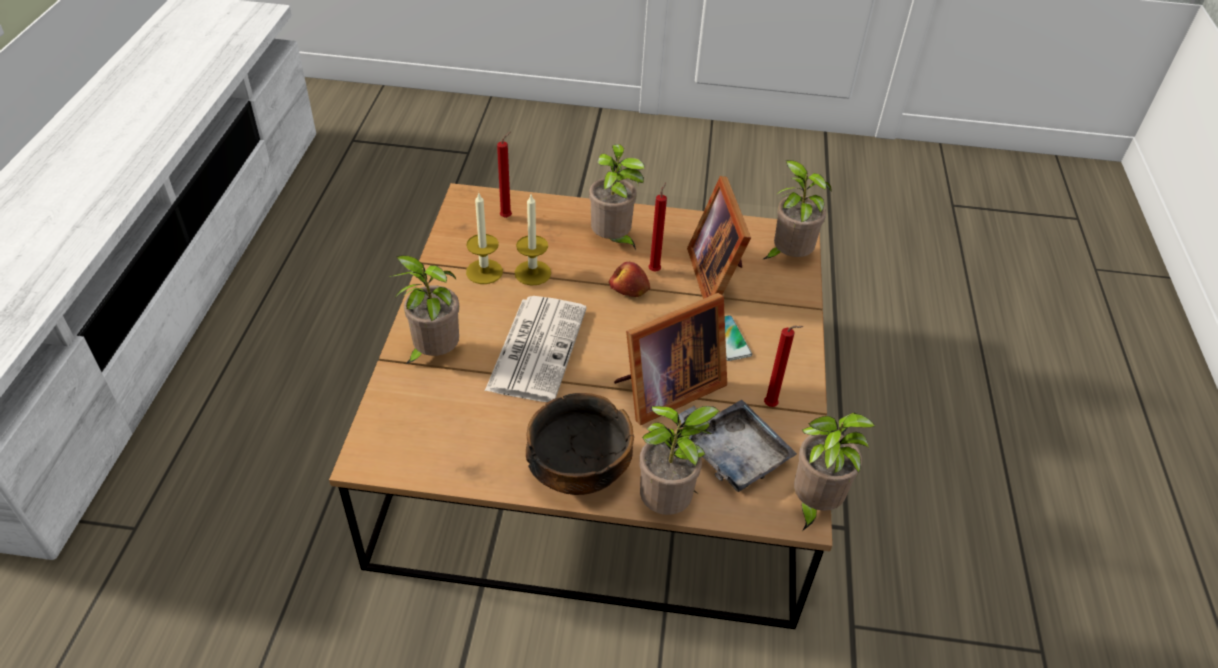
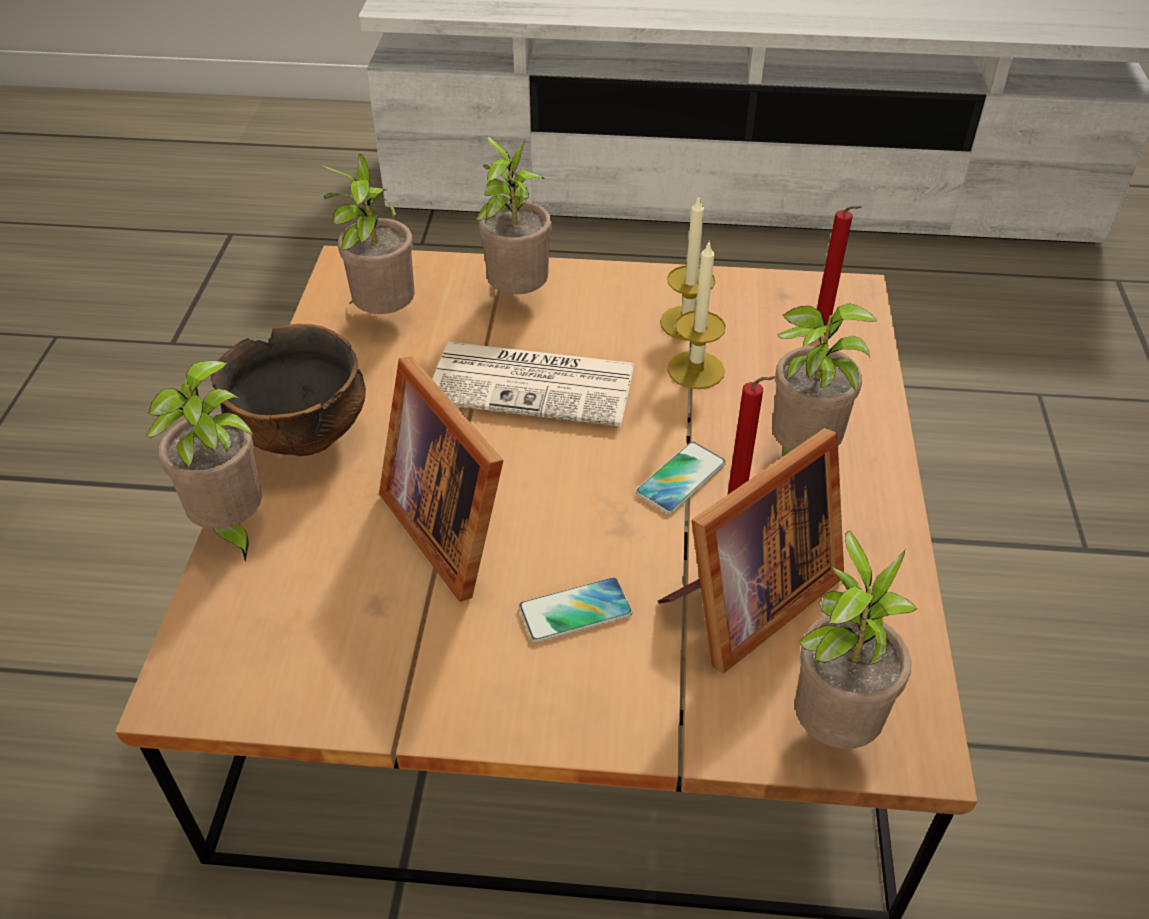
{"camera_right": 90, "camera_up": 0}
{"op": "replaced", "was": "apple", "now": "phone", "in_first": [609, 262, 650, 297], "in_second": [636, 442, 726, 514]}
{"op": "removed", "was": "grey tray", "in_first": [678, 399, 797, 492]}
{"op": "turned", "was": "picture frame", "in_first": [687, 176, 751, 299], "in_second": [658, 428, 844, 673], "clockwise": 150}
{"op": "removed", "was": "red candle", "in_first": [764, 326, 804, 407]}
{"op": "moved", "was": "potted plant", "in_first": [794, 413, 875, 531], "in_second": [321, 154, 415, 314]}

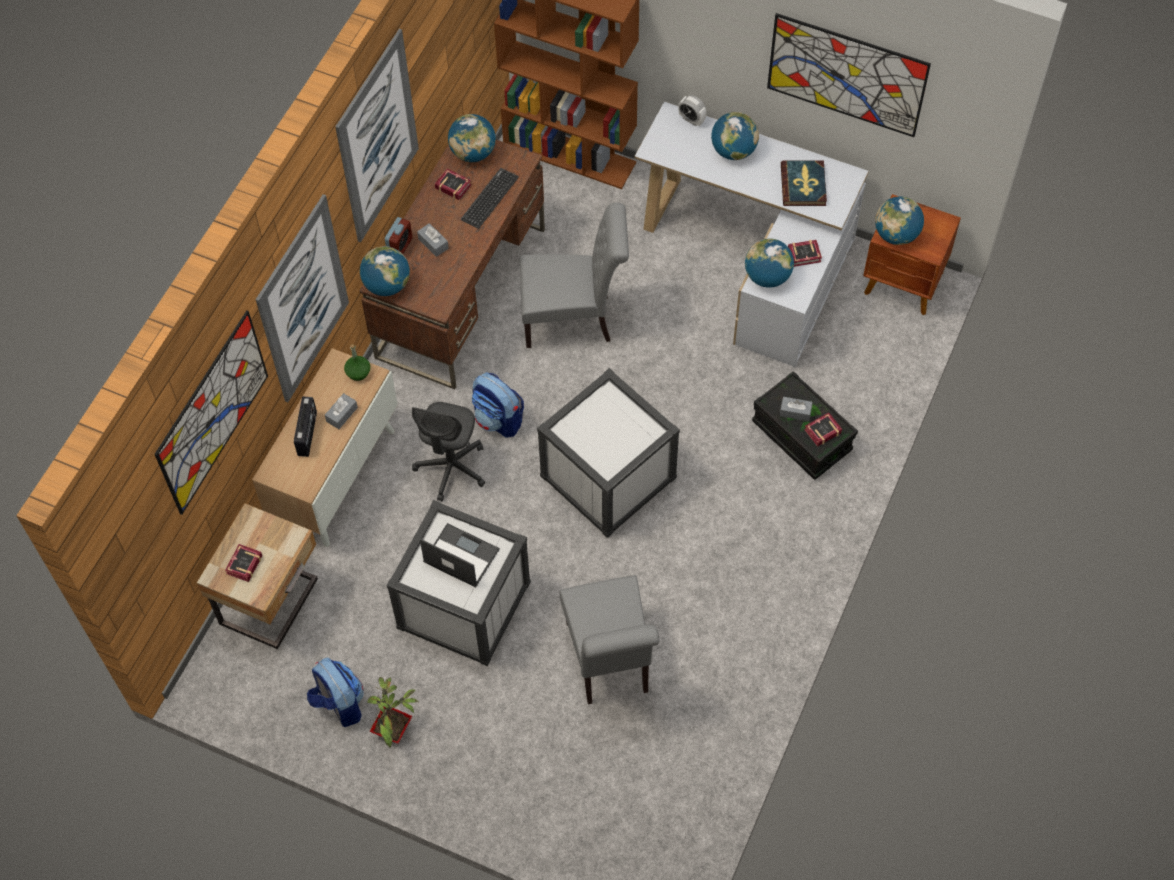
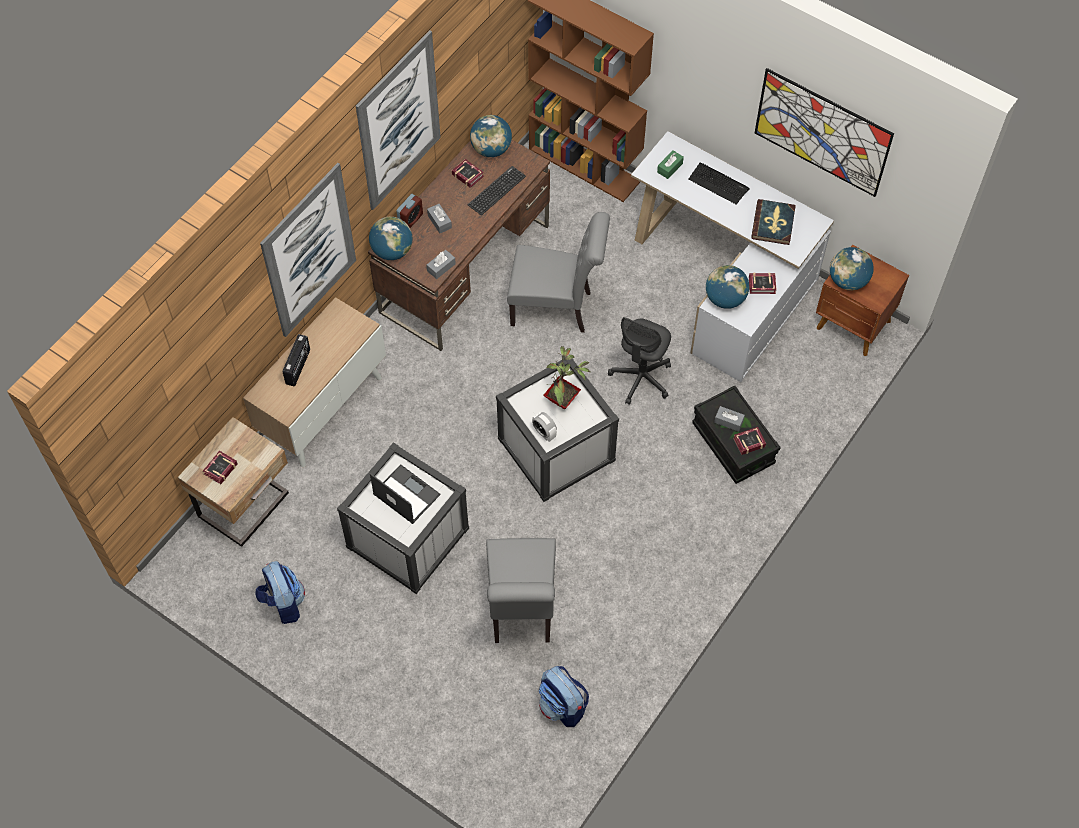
{"camera_right": 10, "camera_up": 0}
{"op": "removed", "was": "picture", "in_first": [154, 310, 268, 515]}
{"op": "moved", "was": "grey tissue box", "in_first": [325, 393, 358, 429], "in_second": [427, 250, 456, 279]}
{"op": "removed", "was": "green bottle", "in_first": [344, 345, 370, 381]}
{"op": "moved", "was": "potted plant", "in_first": [367, 677, 419, 748], "in_second": [543, 346, 591, 409]}
{"op": "moved", "was": "grey office chair", "in_first": [412, 402, 485, 501], "in_second": [608, 317, 671, 405]}
{"op": "moved", "was": "backpack", "in_first": [472, 372, 524, 438], "in_second": [539, 666, 589, 727]}
{"op": "moved", "was": "alarm clock", "in_first": [678, 95, 706, 126], "in_second": [532, 412, 557, 442]}
{"op": "replaced", "was": "globe", "now": "keyboard", "in_first": [711, 112, 759, 160], "in_second": [688, 163, 750, 205]}
{"op": "added", "now": "green tissue box", "in_second": [657, 150, 684, 179]}

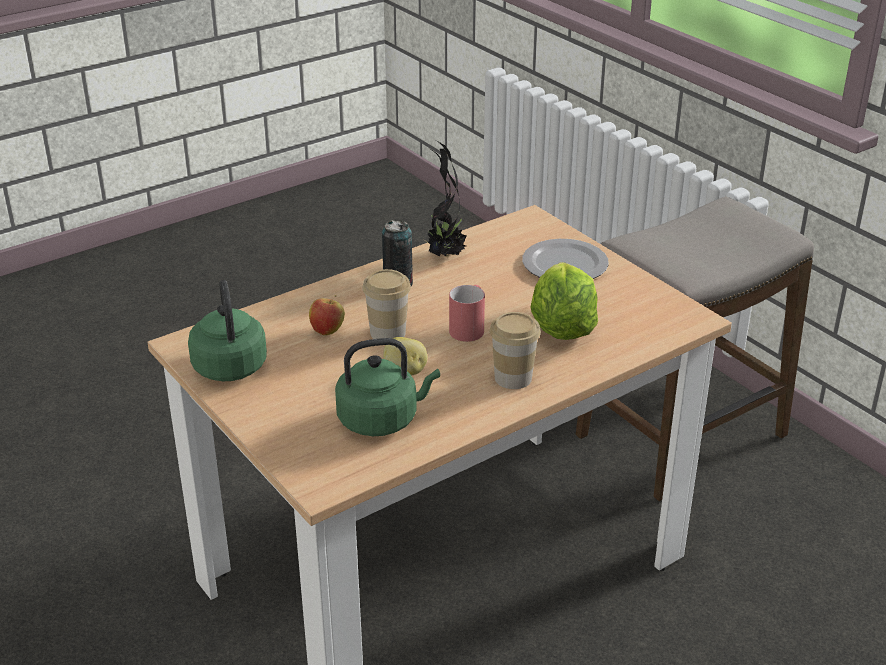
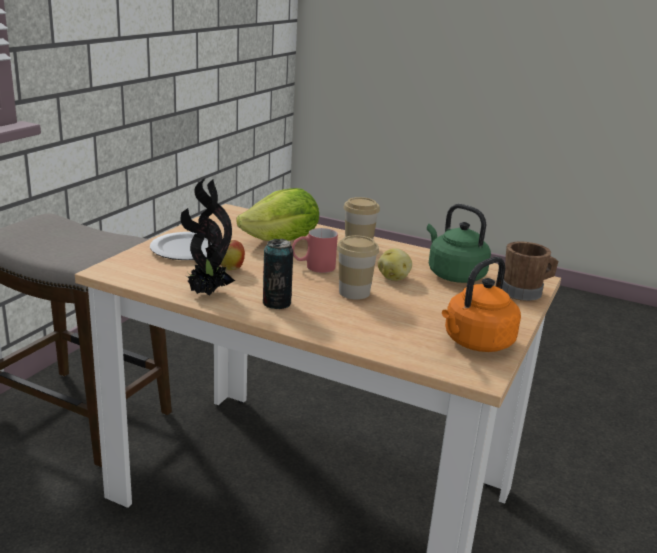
{"camera_right": -120, "camera_up": -10}
{"op": "recoloured", "was": "green kettle", "now": "orange kettle", "in_first": [188, 280, 267, 381], "in_second": [442, 257, 521, 352]}
{"op": "moved", "was": "apple", "in_first": [309, 295, 345, 335], "in_second": [220, 240, 245, 270]}
{"op": "added", "now": "brown mug", "in_second": [502, 241, 558, 301]}

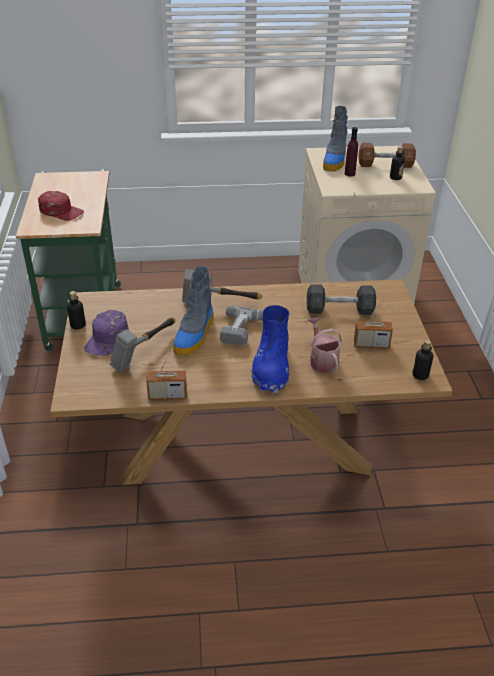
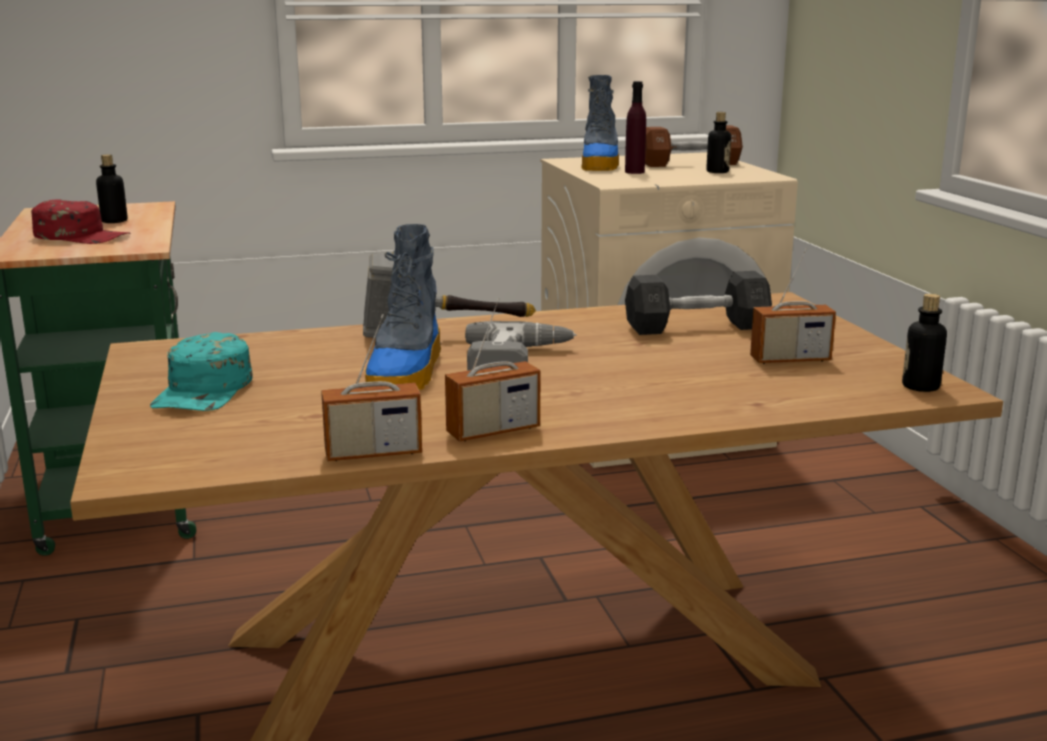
{"camera_right": -10, "camera_up": -20}
{"op": "moved", "was": "bottle", "in_first": [67, 291, 86, 329], "in_second": [96, 154, 127, 223]}
{"op": "recoloured", "was": "purple cap", "now": "turquoise cap", "in_first": [84, 310, 128, 356], "in_second": [150, 332, 253, 411]}
{"op": "removed", "was": "hammer", "in_first": [110, 317, 176, 372]}
{"op": "removed", "was": "blue boot", "in_first": [251, 305, 289, 393]}
{"op": "removed", "was": "watering can", "in_first": [308, 317, 342, 373]}
{"op": "added", "now": "radio", "in_second": [445, 298, 540, 441]}

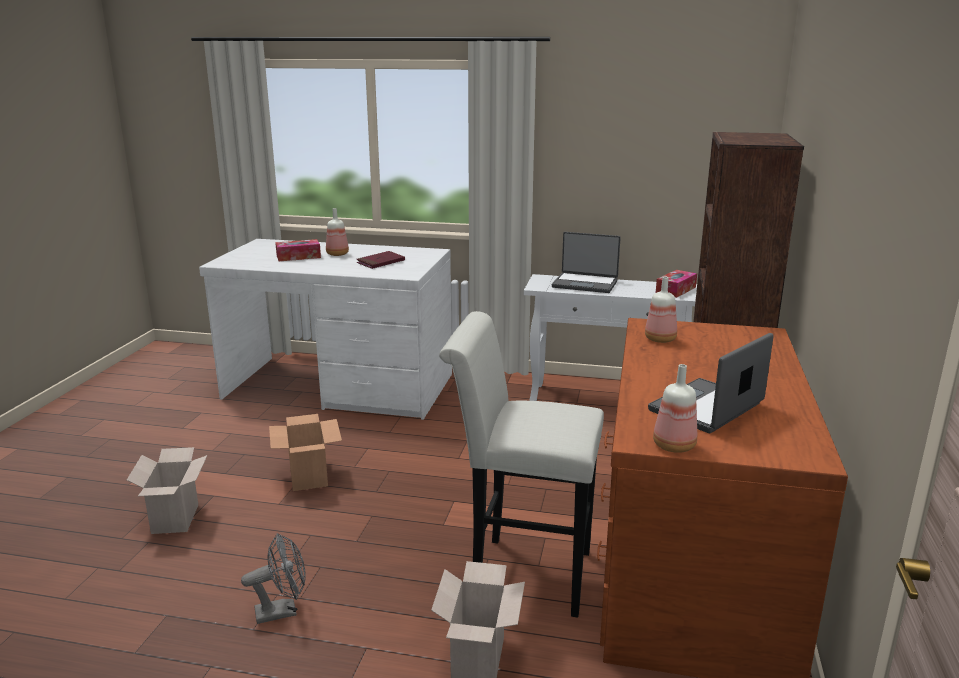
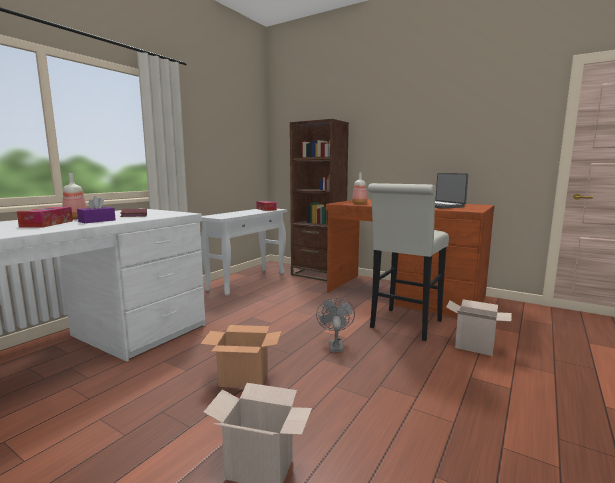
{"camera_right": -70, "camera_up": -10}
{"op": "moved", "was": "grey fan", "in_first": [241, 533, 306, 624], "in_second": [316, 298, 355, 352]}
{"op": "removed", "was": "laptop", "in_first": [552, 232, 621, 293]}
{"op": "removed", "was": "bottle", "in_first": [653, 364, 697, 453]}
{"op": "added", "now": "purple tissue box", "in_second": [77, 196, 116, 223]}

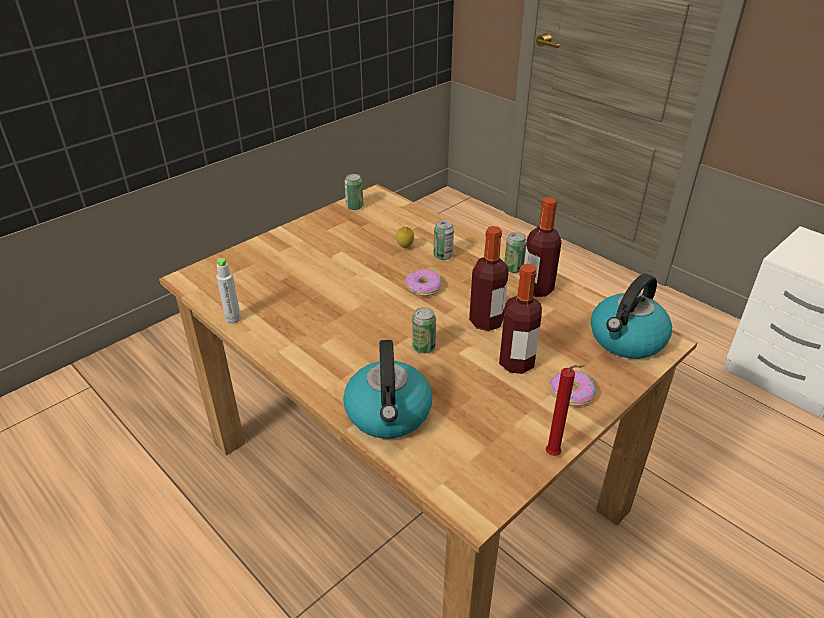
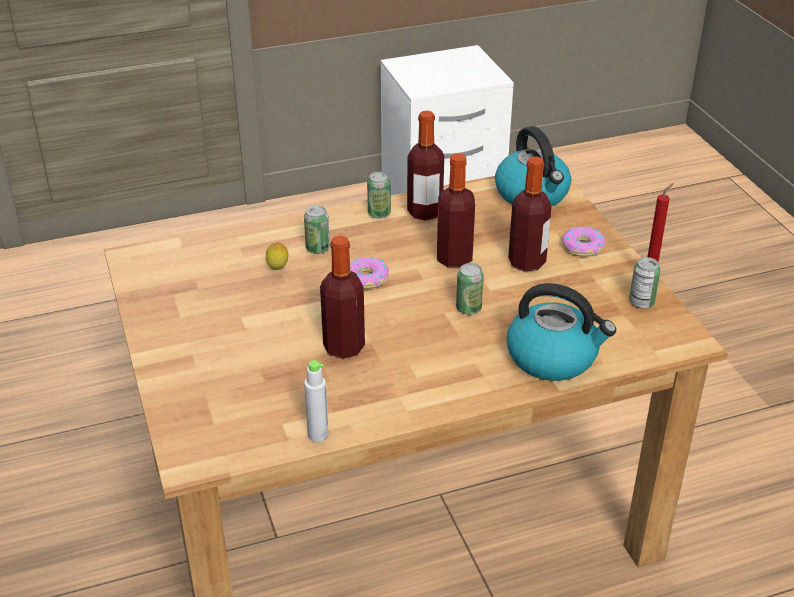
{"camera_right": -65, "camera_up": 0}
{"op": "moved", "was": "can", "in_first": [345, 174, 363, 210], "in_second": [629, 257, 661, 308]}
{"op": "added", "now": "bottle", "in_second": [320, 235, 365, 359]}

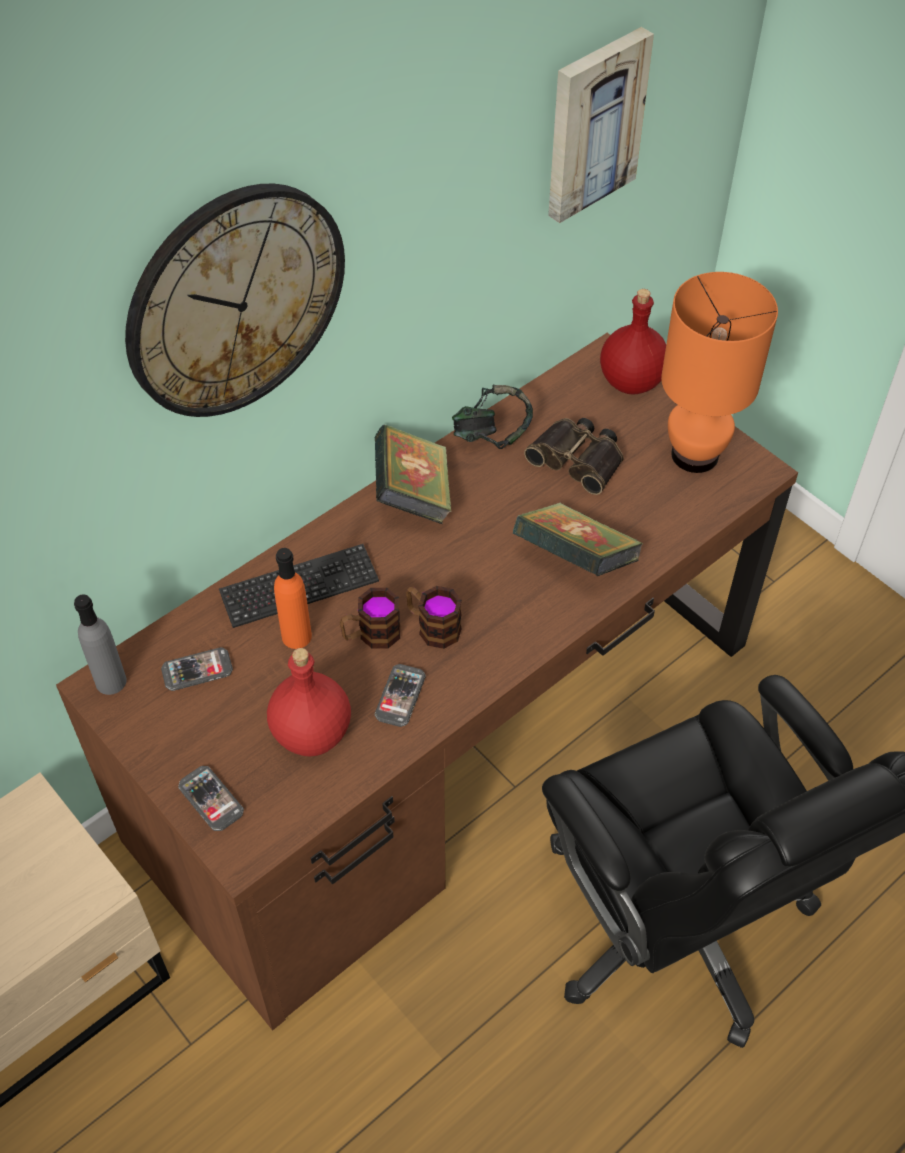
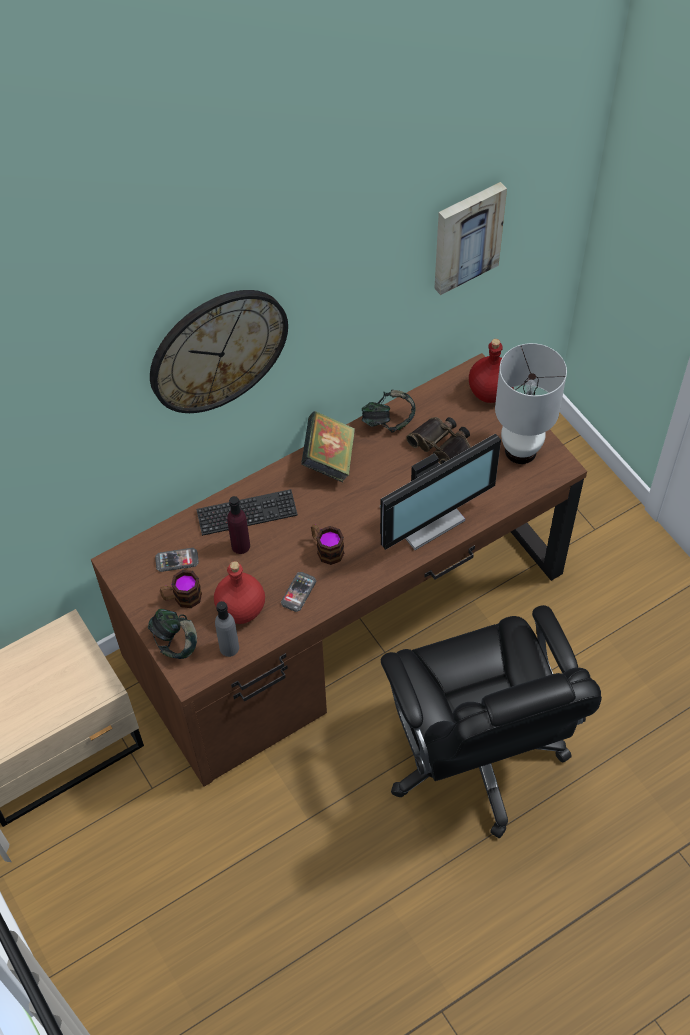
{"camera_right": 10, "camera_up": 5}
{"op": "moved", "was": "grey bottle", "in_first": [74, 594, 127, 695], "in_second": [215, 601, 239, 657]}
{"op": "replaced", "was": "phone", "now": "headphones", "in_first": [178, 766, 244, 831], "in_second": [148, 609, 197, 659]}
{"op": "recoloured", "was": "orange bottle", "now": "purple bottle", "in_first": [274, 548, 312, 649], "in_second": [227, 496, 250, 554]}
{"op": "moved", "was": "mug", "in_first": [340, 588, 400, 649], "in_second": [160, 570, 202, 608]}
{"op": "replaced", "was": "book", "now": "monitor", "in_first": [513, 503, 643, 576], "in_second": [380, 433, 501, 550]}
{"op": "recoloured", "was": "orange table lamp", "now": "white table lamp", "in_first": [661, 272, 778, 473], "in_second": [495, 343, 567, 464]}

